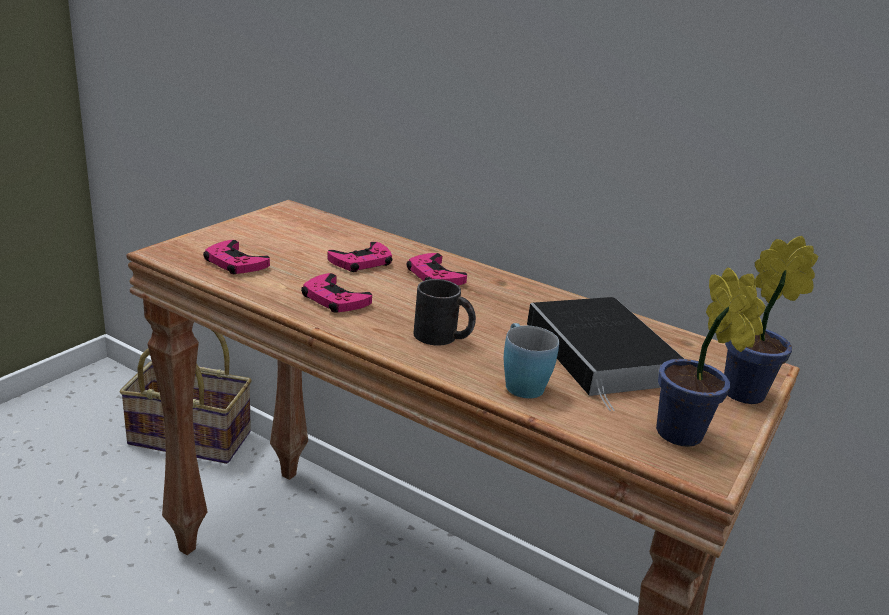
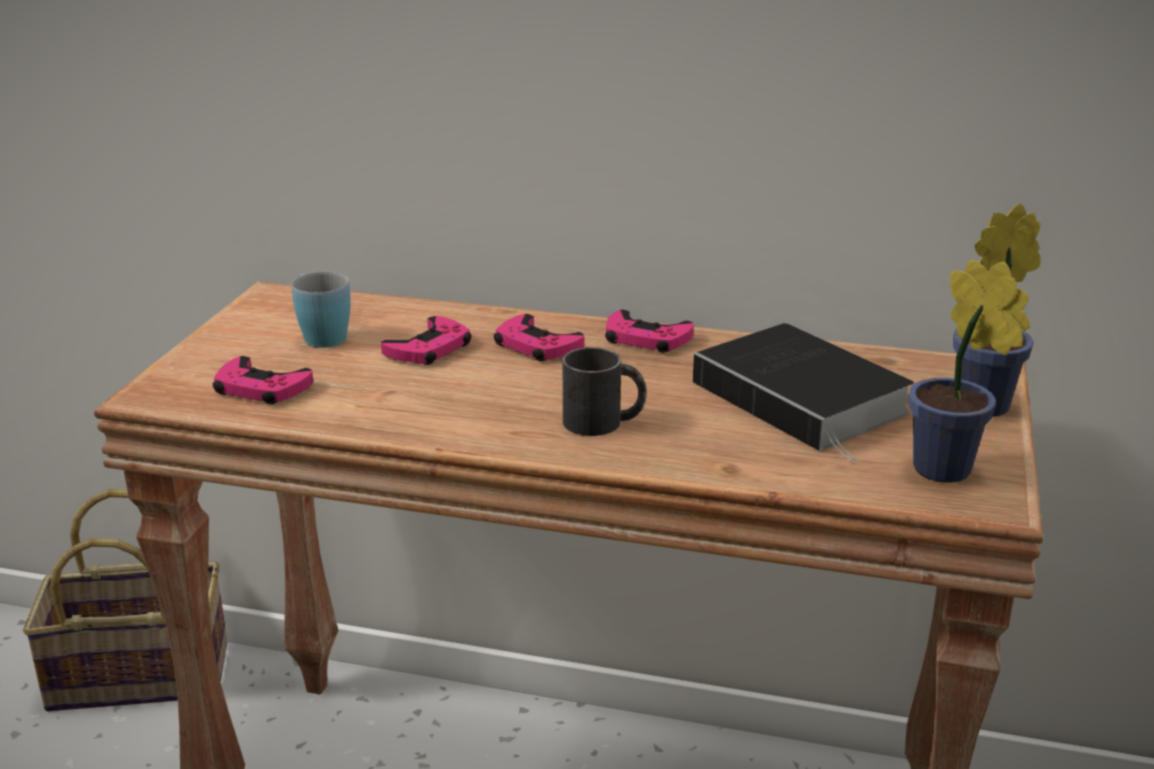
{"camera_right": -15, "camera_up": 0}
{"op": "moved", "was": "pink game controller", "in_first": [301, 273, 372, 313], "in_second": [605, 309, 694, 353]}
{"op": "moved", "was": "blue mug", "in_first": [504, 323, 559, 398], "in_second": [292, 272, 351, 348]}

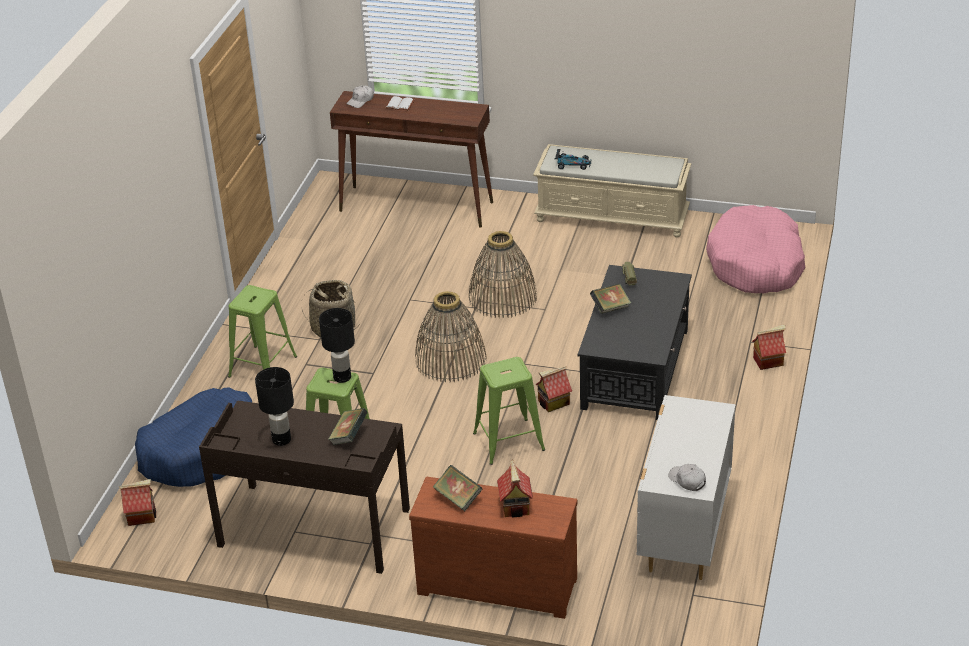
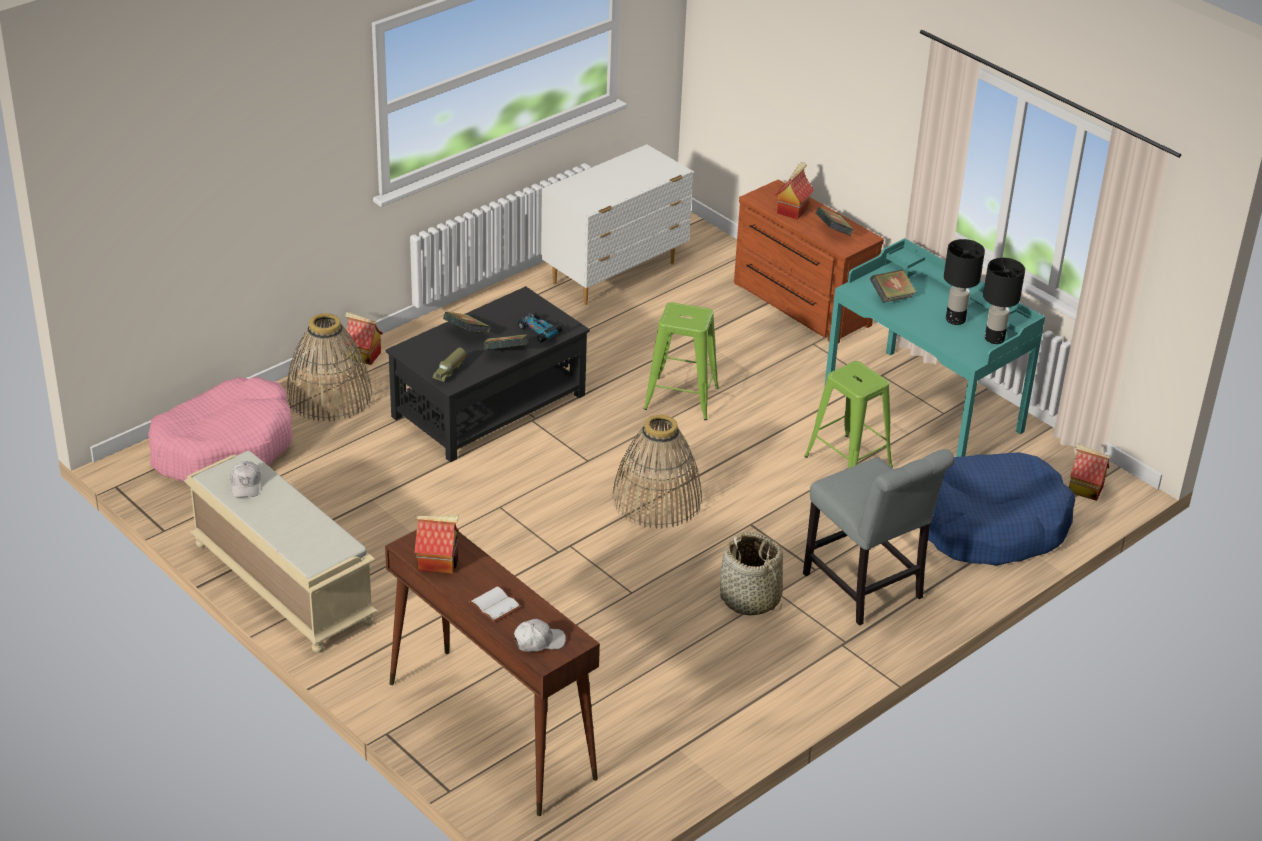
{"camera_right": -150, "camera_up": 0}
{"op": "recoloured", "was": "brown desk", "now": "turquoise desk", "in_first": [199, 400, 410, 574], "in_second": [825, 238, 1045, 457]}
{"op": "replaced", "was": "green stool", "now": "grey chair", "in_first": [228, 285, 297, 378], "in_second": [803, 449, 955, 626]}
{"op": "moved", "was": "black table lamp", "in_first": [319, 308, 355, 383], "in_second": [983, 258, 1025, 344]}
{"op": "moved", "was": "basket", "in_first": [469, 231, 537, 318], "in_second": [287, 313, 372, 422]}
{"op": "moved", "was": "toy house", "in_first": [536, 366, 572, 412], "in_second": [415, 515, 459, 574]}
{"op": "moved", "was": "toy car", "in_first": [555, 149, 591, 170], "in_second": [517, 313, 564, 342]}
{"op": "moved", "was": "white cap", "in_first": [668, 464, 706, 491], "in_second": [231, 461, 261, 498]}
{"op": "added", "now": "book", "in_second": [443, 312, 491, 334]}

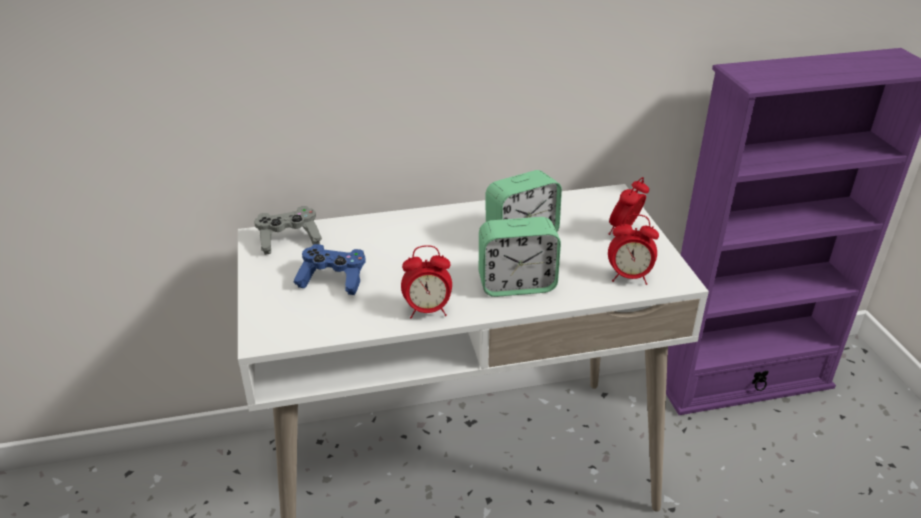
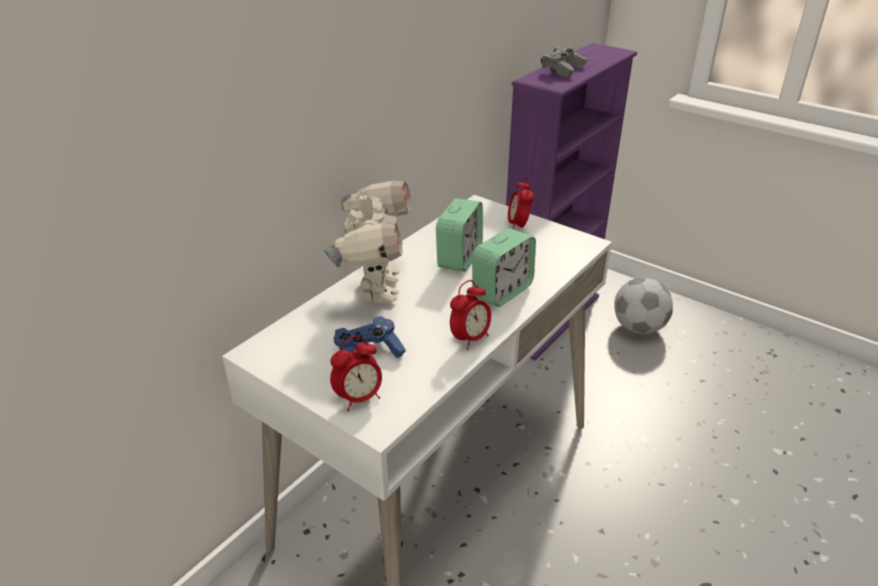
{"camera_right": -40, "camera_up": 0}
{"op": "moved", "was": "grey game controller", "in_first": [254, 206, 322, 255], "in_second": [541, 46, 587, 78]}
{"op": "moved", "was": "alarm clock", "in_first": [608, 214, 659, 285], "in_second": [330, 336, 382, 411]}
{"op": "added", "now": "toy robot", "in_second": [324, 181, 411, 303]}
{"op": "added", "now": "football", "in_second": [615, 278, 673, 334]}

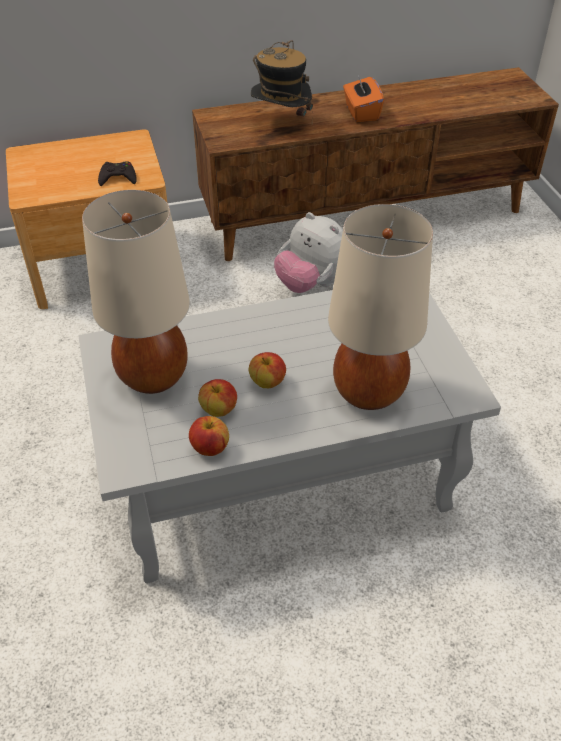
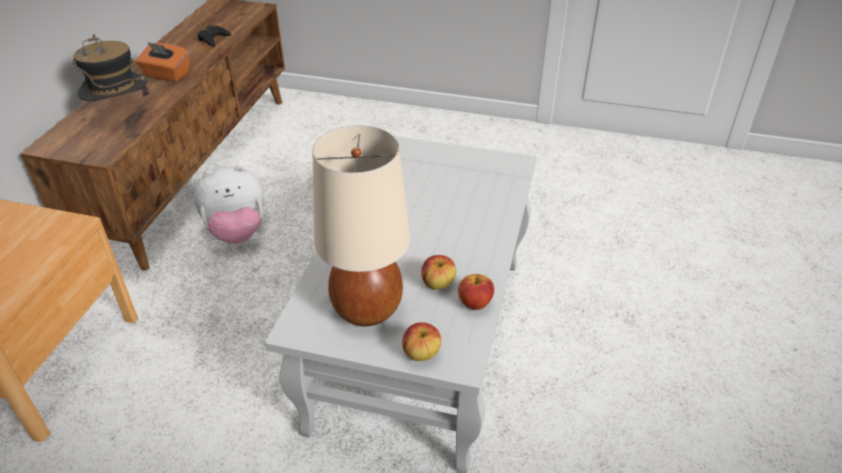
{"camera_right": -60, "camera_up": -5}
{"op": "moved", "was": "black game controller", "in_first": [98, 161, 137, 186], "in_second": [197, 25, 231, 47]}
{"op": "moved", "was": "apple", "in_first": [249, 352, 286, 388], "in_second": [402, 323, 441, 361]}
{"op": "removed", "was": "beige table lamp", "in_first": [328, 204, 433, 410]}

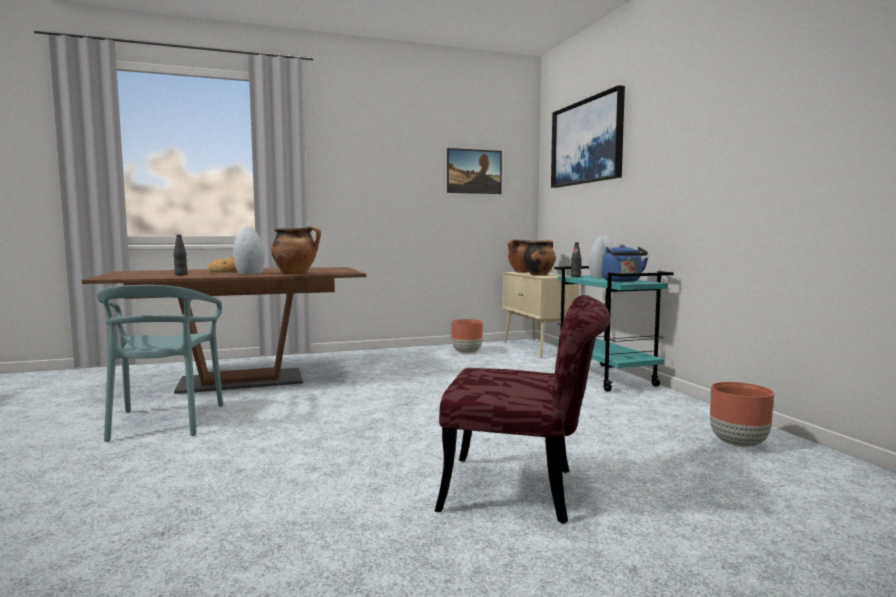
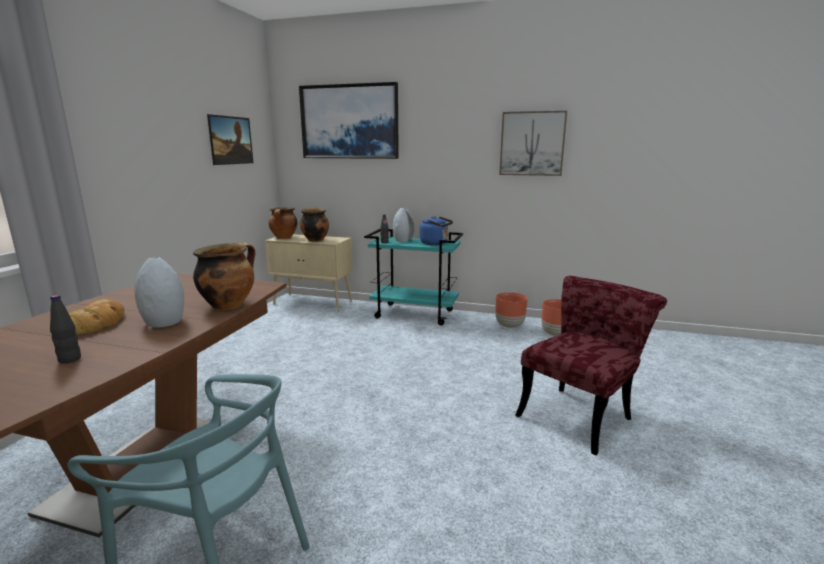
{"camera_right": -55, "camera_up": 10}
{"op": "moved", "was": "brown planter", "in_first": [451, 319, 483, 354], "in_second": [495, 292, 527, 328]}
{"op": "added", "now": "picture", "in_second": [499, 111, 567, 176]}

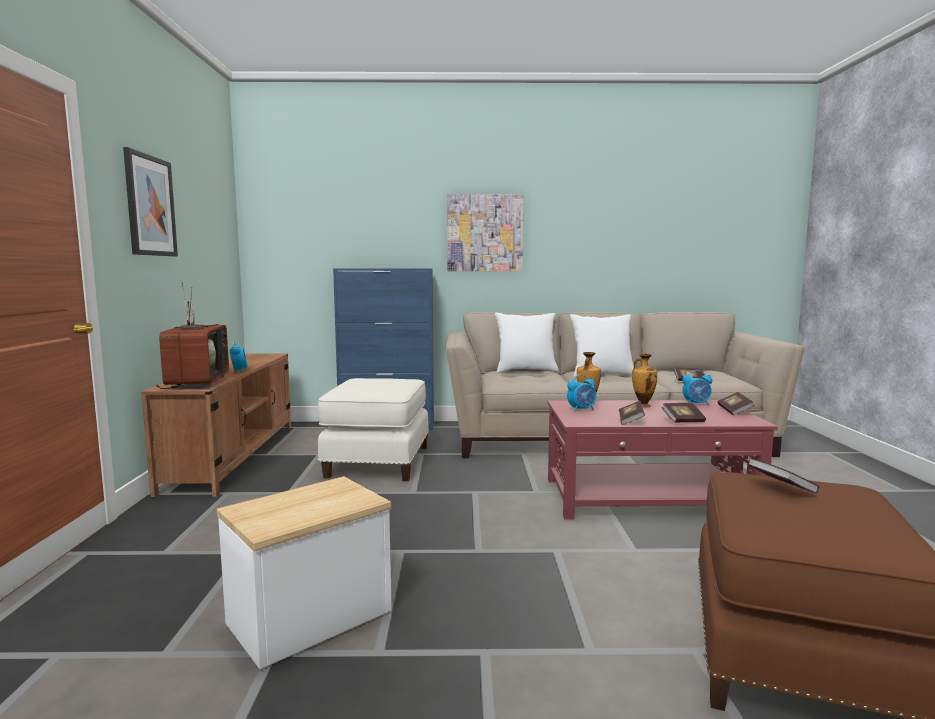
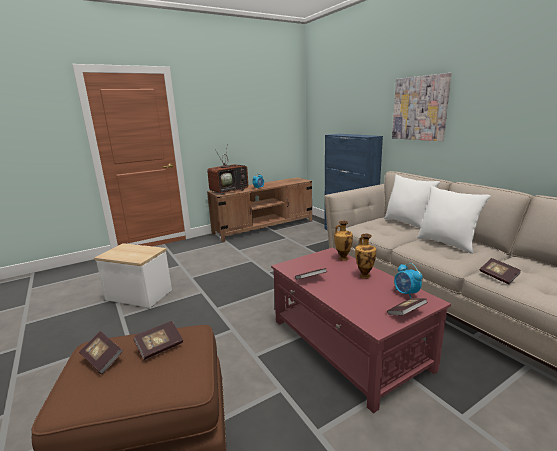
{"camera_right": 60, "camera_up": 10}
{"op": "removed", "was": "picture", "in_first": [123, 147, 178, 256]}
{"op": "removed", "was": "white ottoman", "in_first": [318, 378, 429, 481]}
{"op": "removed", "was": "alarm clock", "in_first": [567, 374, 596, 412]}
{"op": "moved", "was": "book", "in_first": [661, 403, 706, 423], "in_second": [79, 331, 123, 374]}

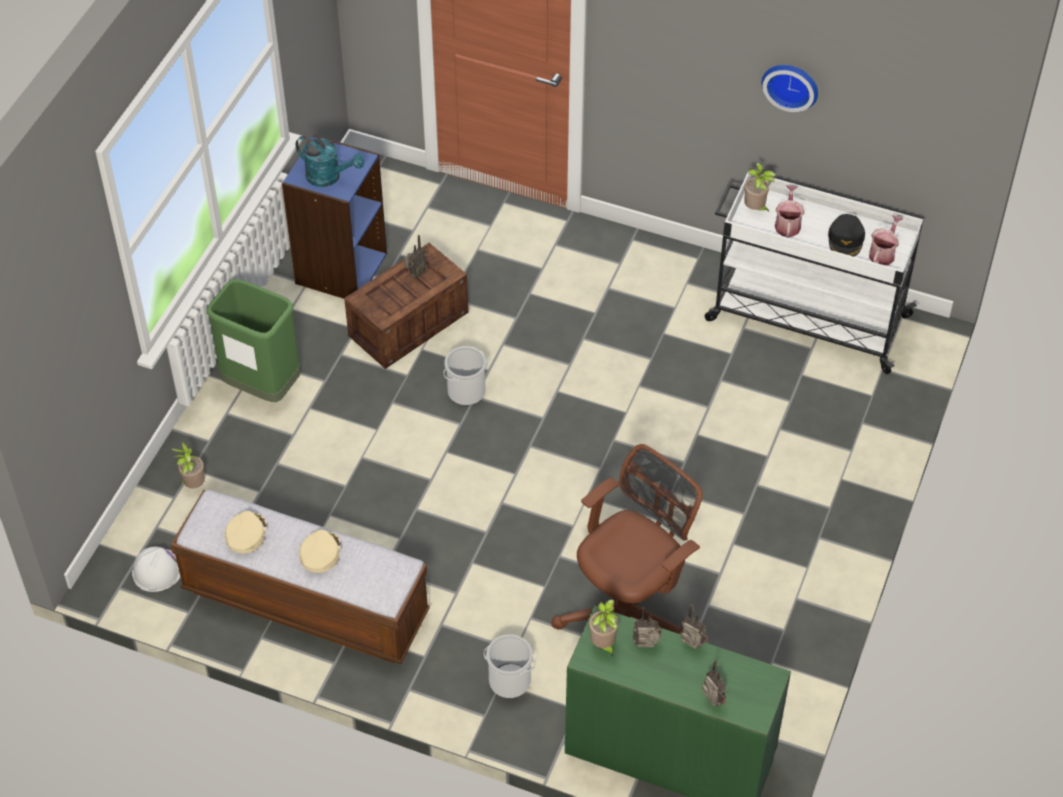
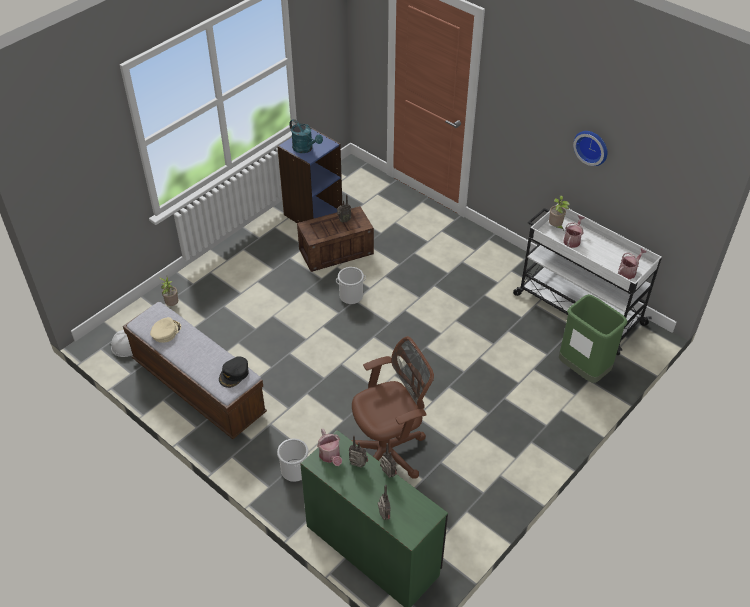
{"camera_right": 20, "camera_up": -5}
{"op": "moved", "was": "green trash can", "in_first": [206, 279, 301, 402], "in_second": [559, 294, 628, 383]}
{"op": "removed", "was": "beige cap", "in_first": [299, 530, 341, 573]}
{"op": "replaced", "was": "potted plant", "now": "watering can", "in_first": [589, 600, 619, 657], "in_second": [317, 428, 342, 466]}
{"op": "moved", "was": "black cap", "in_first": [828, 214, 865, 257], "in_second": [219, 356, 249, 388]}

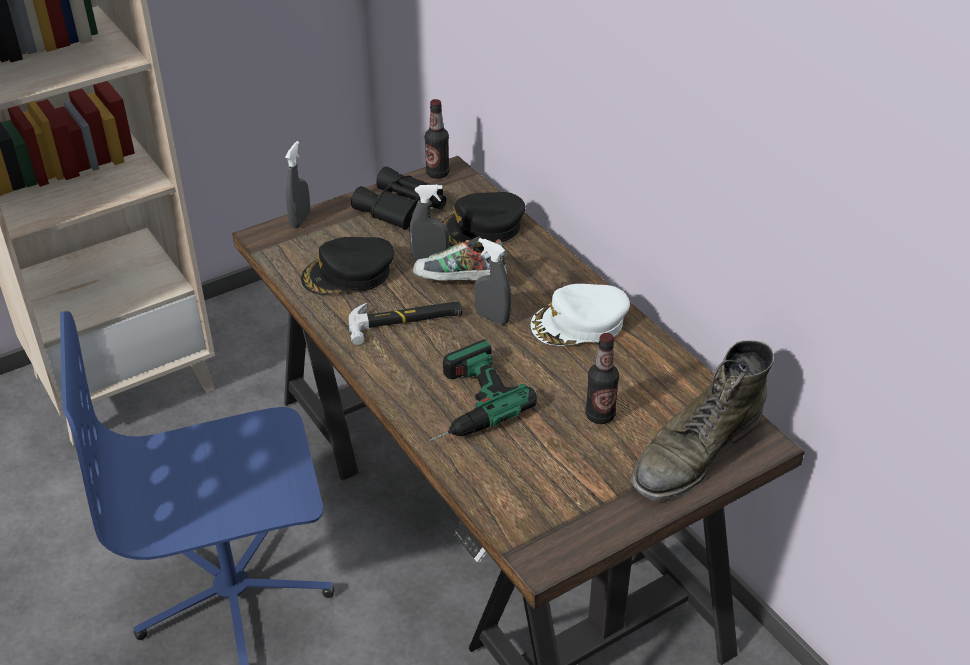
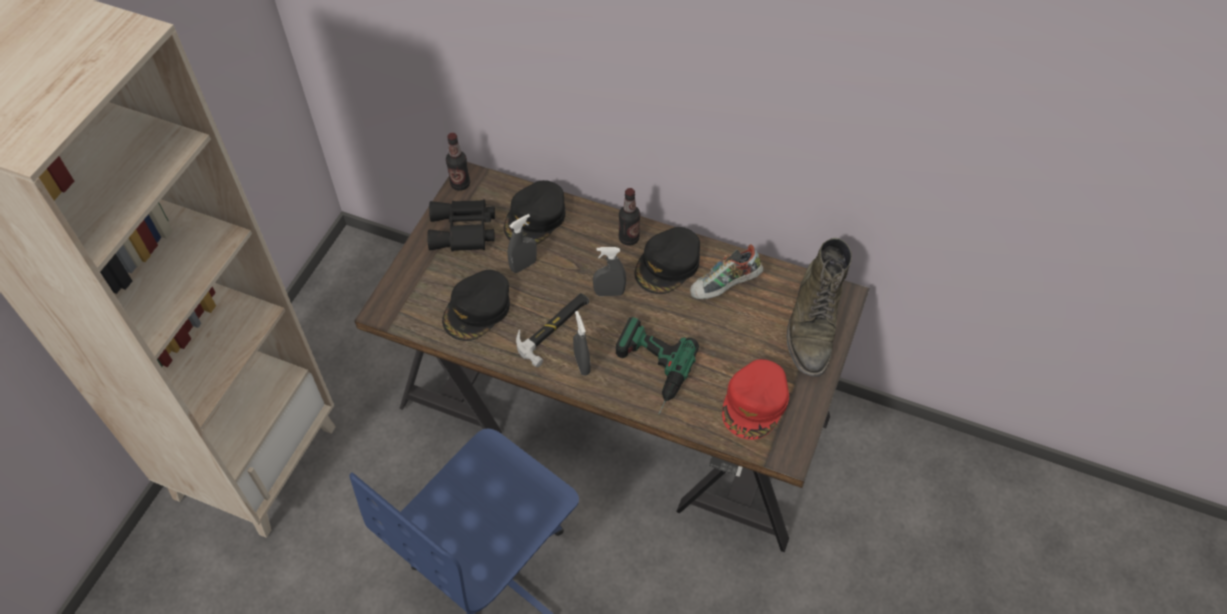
{"camera_right": -35, "camera_up": 15}
{"op": "moved", "was": "grey spray bottle", "in_first": [285, 141, 310, 229], "in_second": [573, 311, 590, 376]}
{"op": "moved", "was": "shoe", "in_first": [413, 237, 507, 281], "in_second": [690, 244, 763, 299]}
{"op": "recoloured", "was": "white cap", "now": "black cap", "in_first": [531, 284, 630, 346], "in_second": [635, 227, 700, 294]}
{"op": "moved", "was": "bottle", "in_first": [586, 333, 619, 424], "in_second": [619, 188, 640, 246]}
{"op": "added", "now": "red cap", "in_second": [722, 359, 789, 440]}

